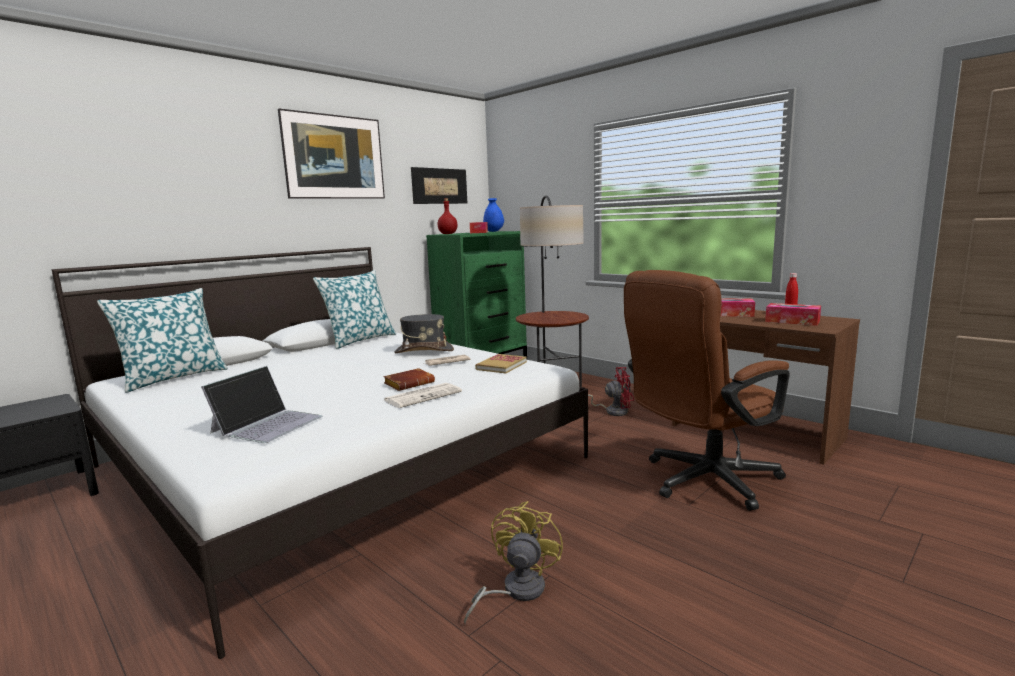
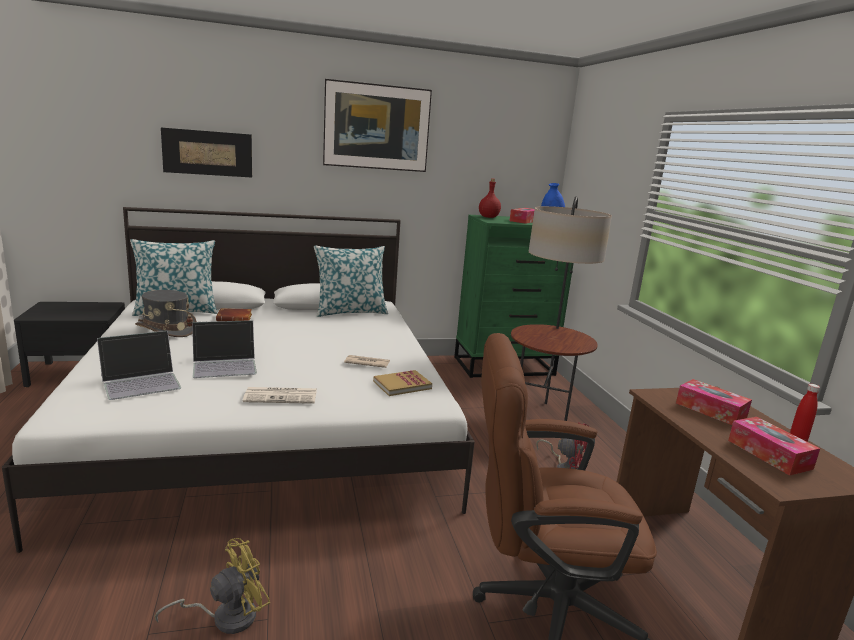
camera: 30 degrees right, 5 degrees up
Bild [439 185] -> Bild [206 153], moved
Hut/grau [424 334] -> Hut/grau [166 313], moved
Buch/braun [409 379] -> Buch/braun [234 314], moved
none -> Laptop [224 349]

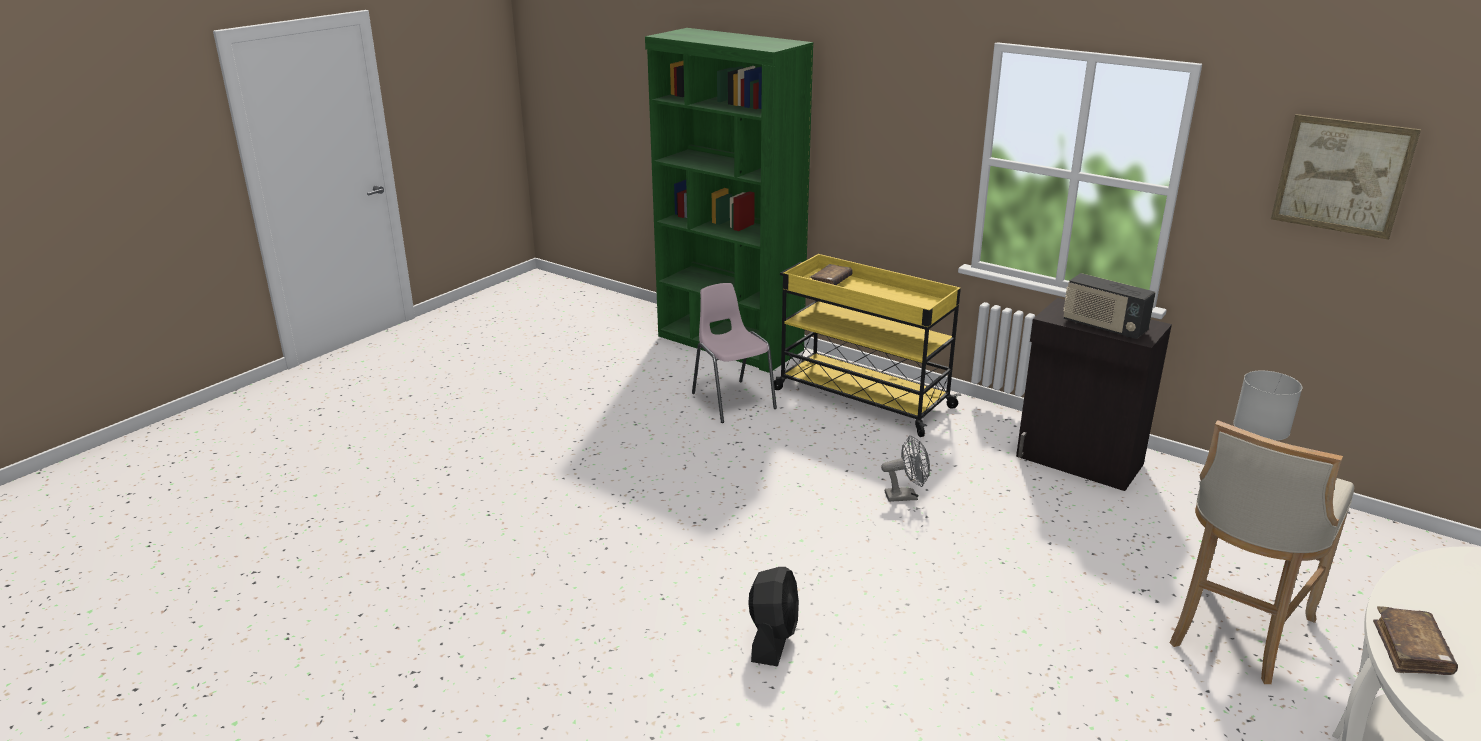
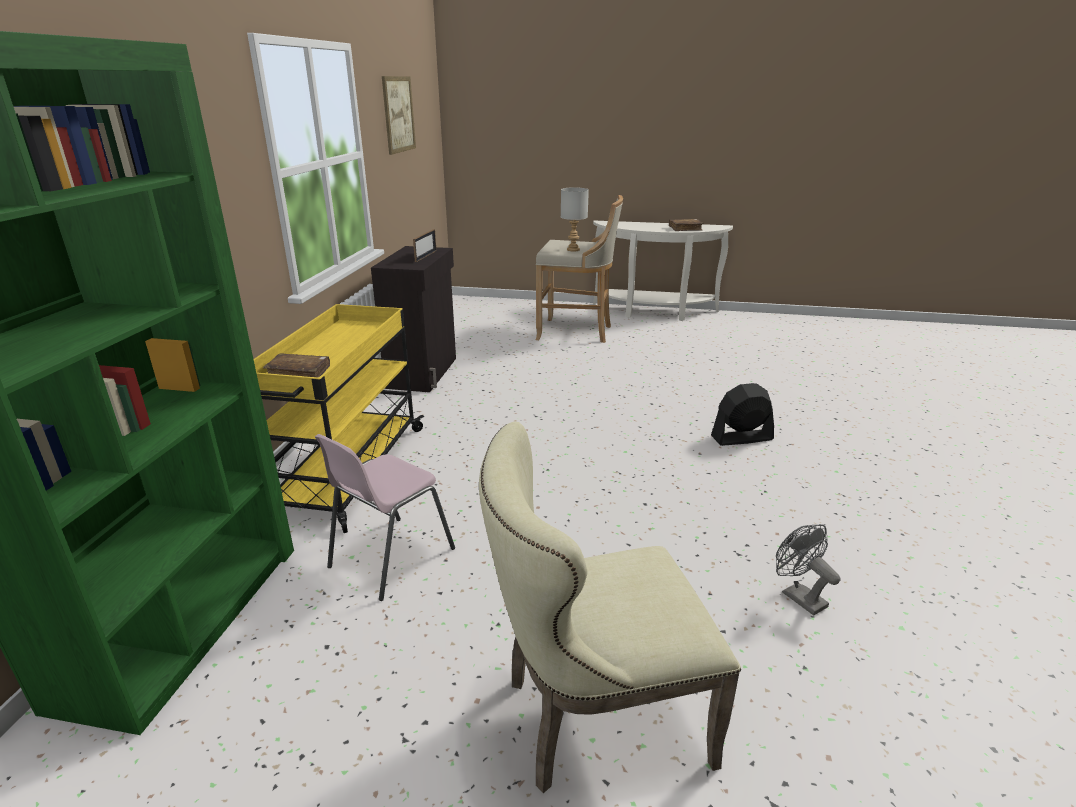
camera: 115 degrees left, 0 degrees up
Radio [1109 306] -> Bilderrahmen [425 245]
Ventilator/grau [905 468] -> Ventilator/grau [808 570], moved
none -> Stuhl/beige [610 607]

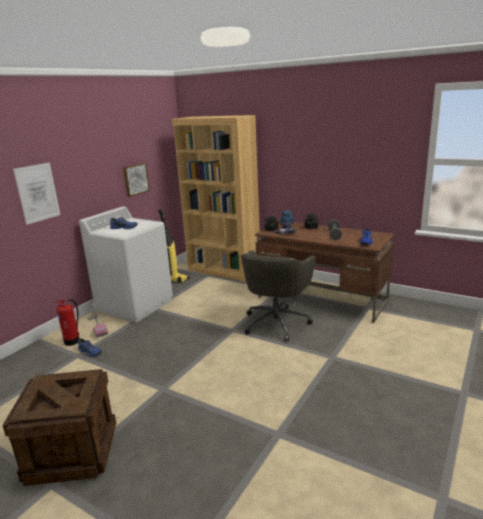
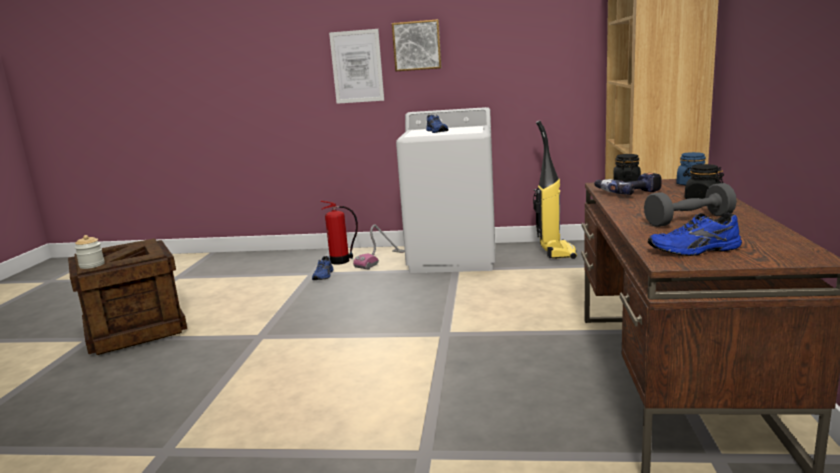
camera: 65 degrees right, 5 degrees down
Bild [136 180] -> Bild [416 45], moved
Bürostuhl/grau [278 295] -> none
none -> Vorratsglas [89 252]

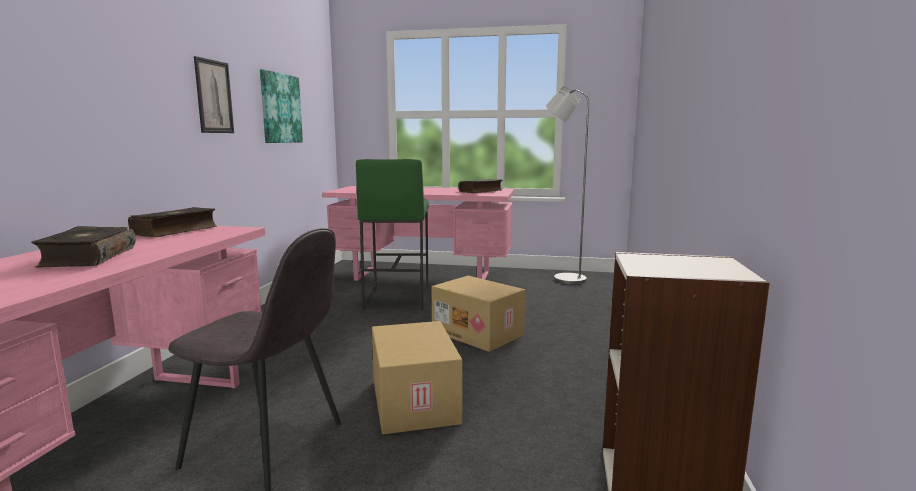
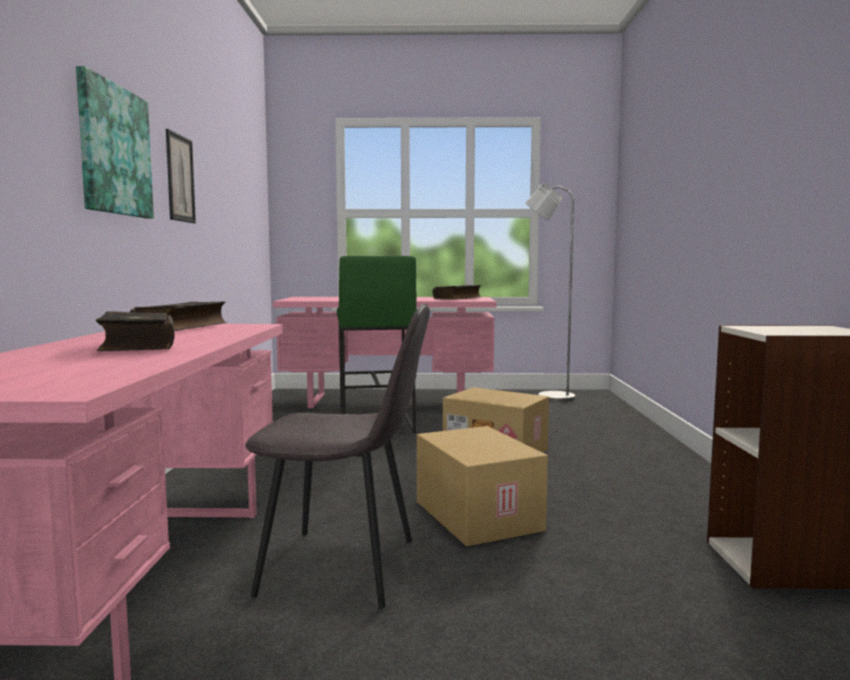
camera: 10 degrees left, 5 degrees down
Bild [281 106] -> Bild [115 142], moved

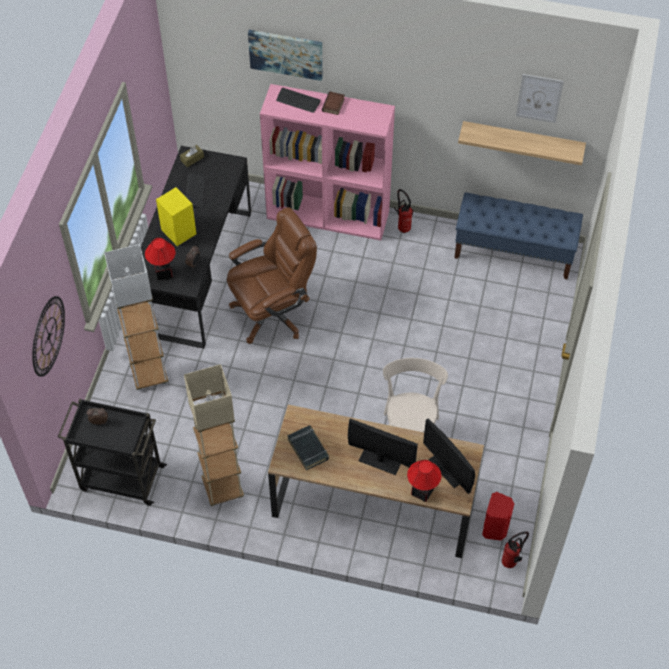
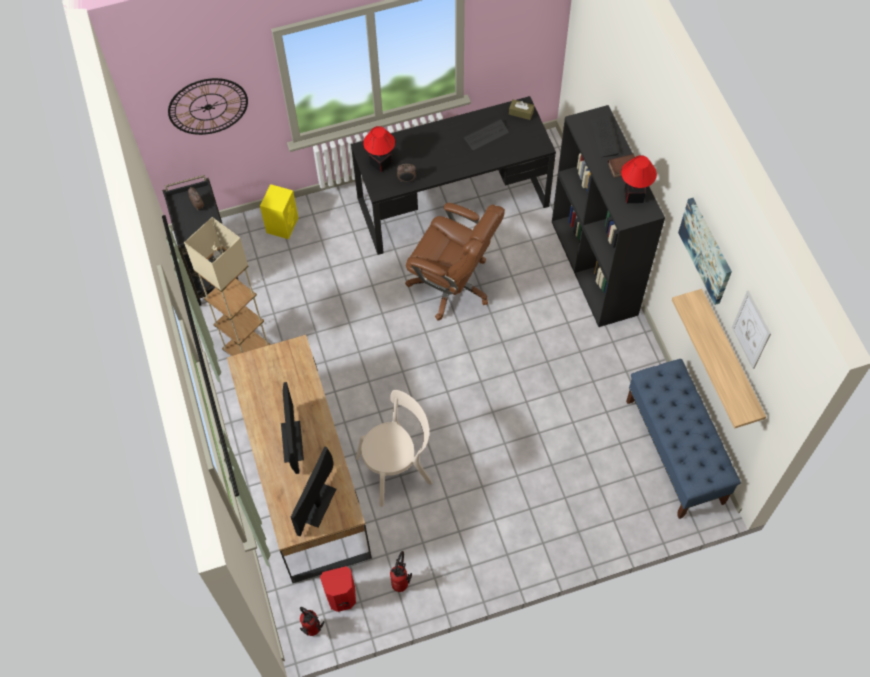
camera: 60 degrees right, 5 degrees up
Bild [285 55] -> Bild [705 251], moved
Bücherregal/rosa [327 162] -> Bücherregal/schwarz [608 216]
Lautsprecher/gelb [176 216] -> Lautsprecher/gelb [279 211], moved
Feuerlöscher [403 211] -> Feuerlöscher [401 571], moved
Stehlampe/weiß [136 317] -> none
Buch/schwarz [308 447] -> none
Tischlampe [424 481] -> Tischlampe [639 179], moved

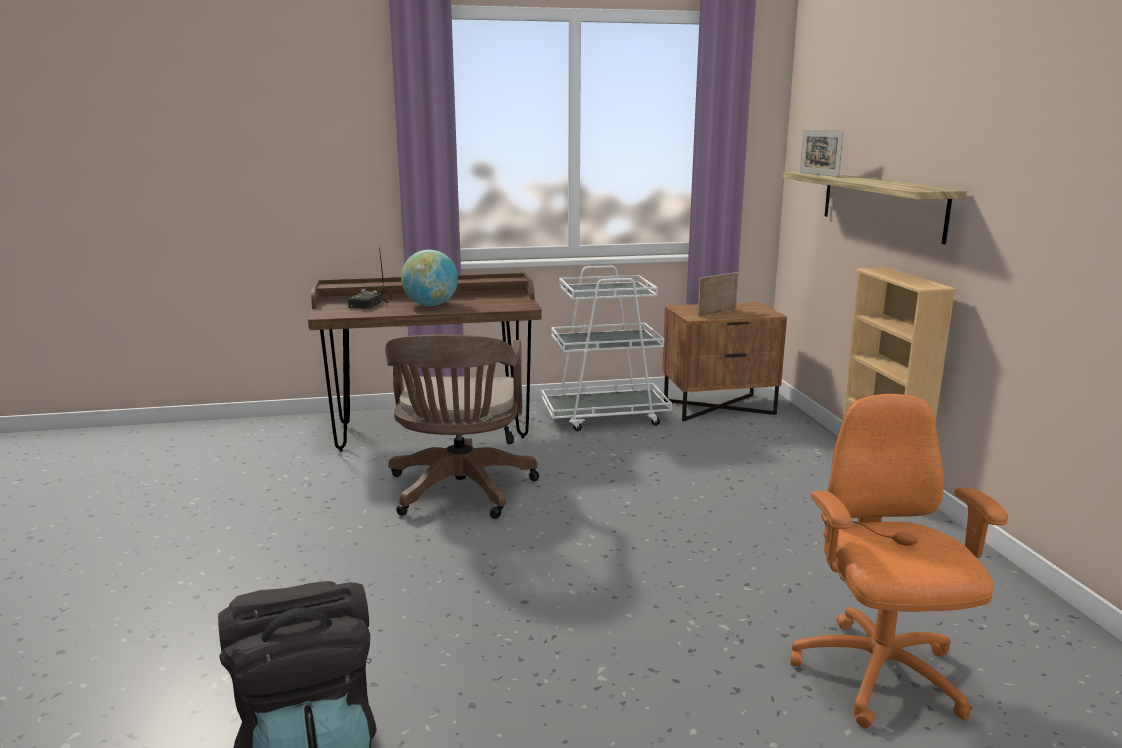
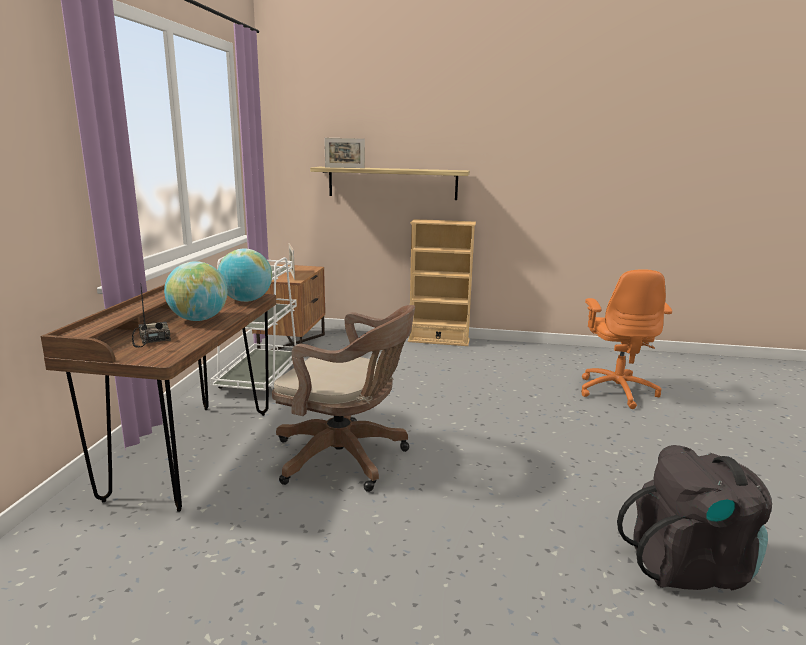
camera: 70 degrees left, 0 degrees up
Radio [368 278] -> Radio [151 315], 150 degrees counterclockwise
Bürostuhl/orange [899 561] -> Bürostuhl/orange [626 339], 105 degrees counterclockwise
none -> Globus [245 275]

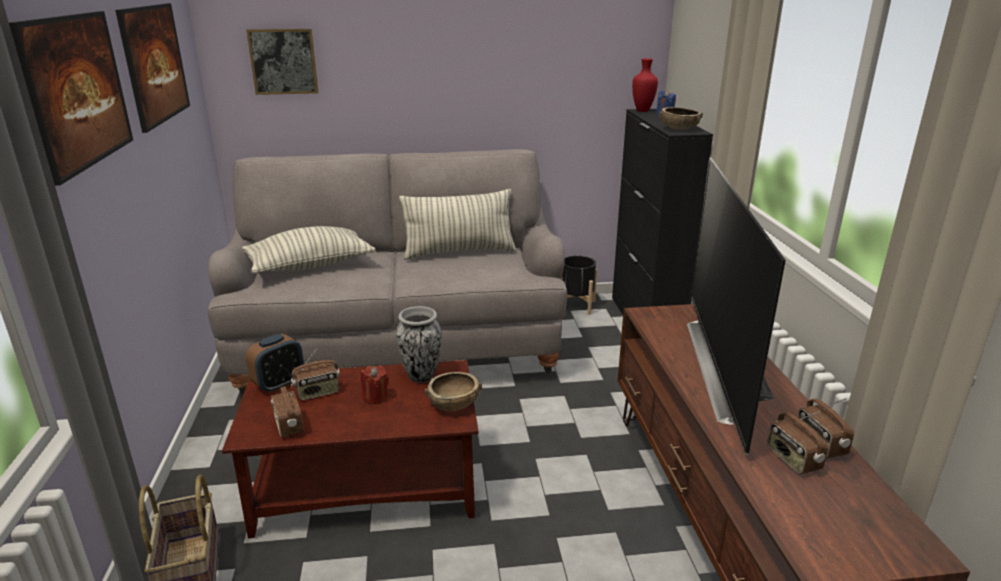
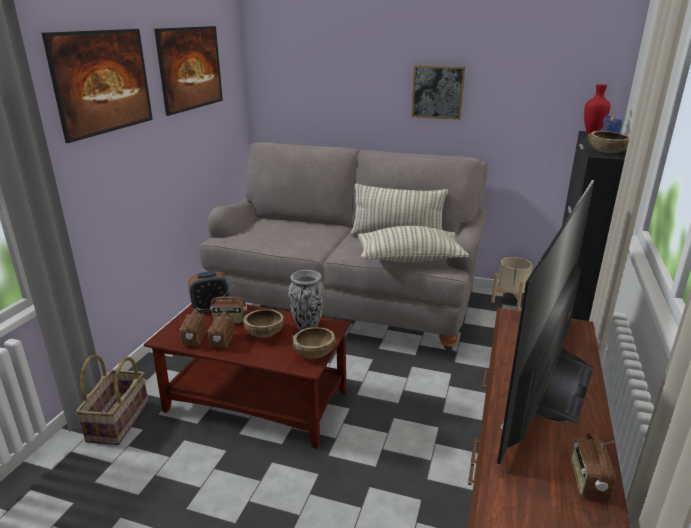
camera: 25 degrees right, 0 degrees up
Bild [282 62] -> Bild [438 92], moved
Kissen [309 250] -> Kissen [413 244], moved
Pflanzkübel/schwarz [579 285] -> Pflanzkübel/beige [511 284]
Kerze/rot [375 384] -> Schüssel/braun [263 323]
Radio [797 443] -> Radio [221 329], moved

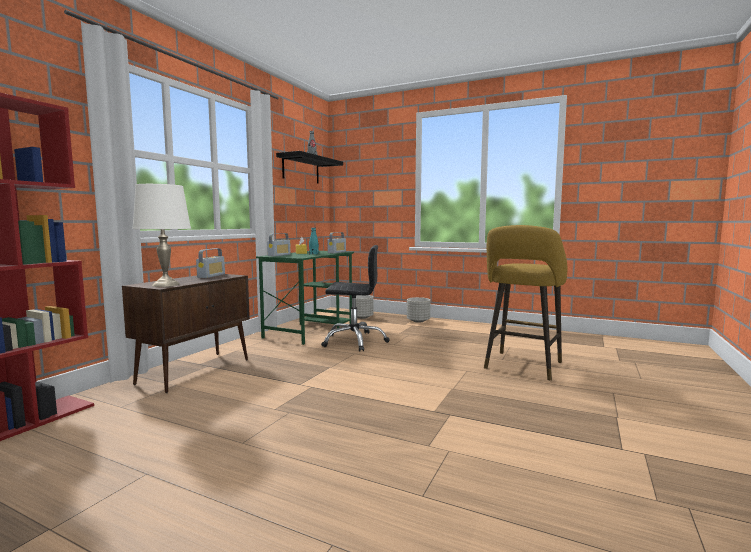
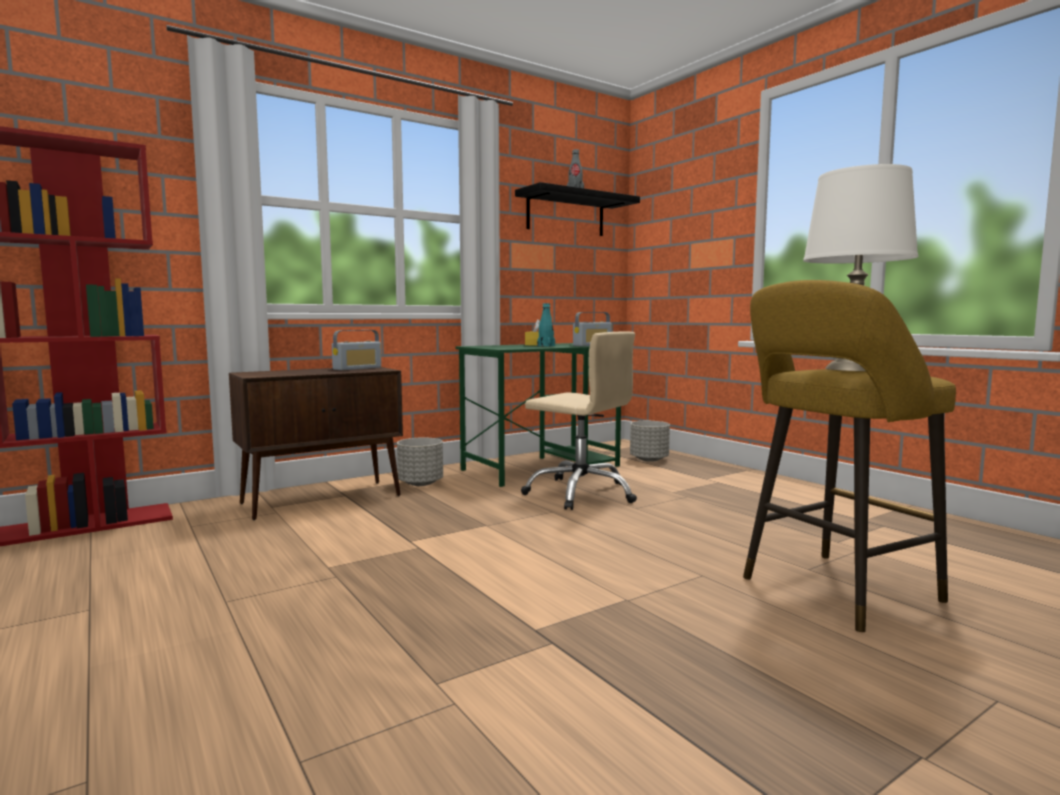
camera: 30 degrees right, 0 degrees up
Tischlampe/weiß [161 235] -> Tischlampe/weiß [860 267], moved
Radio [279 244] -> none
Bürostuhl/schwarz [355 298] -> Bürostuhl/beige [579 421]
Pflanzkübel/grau [419 310] -> Pflanzkübel/grau [420 461], moved

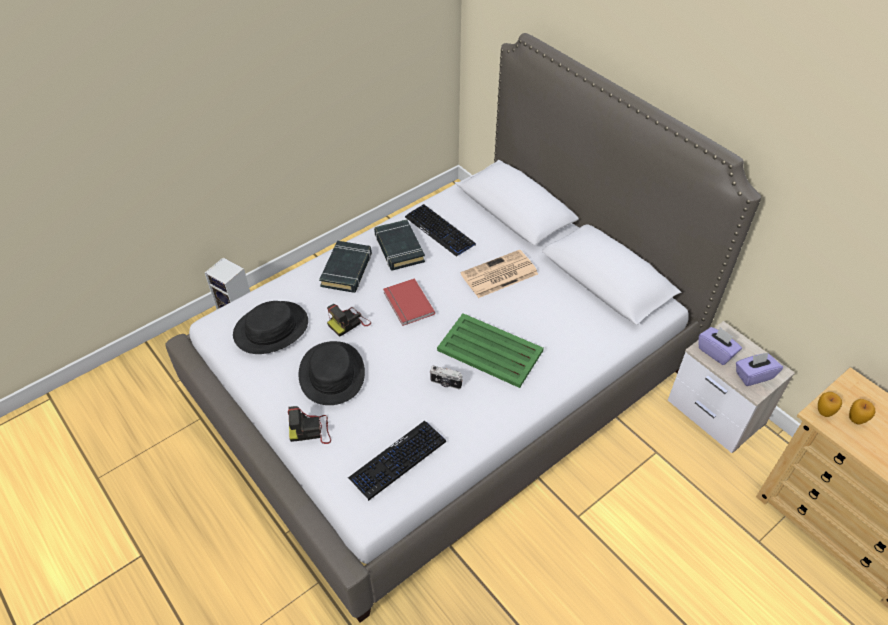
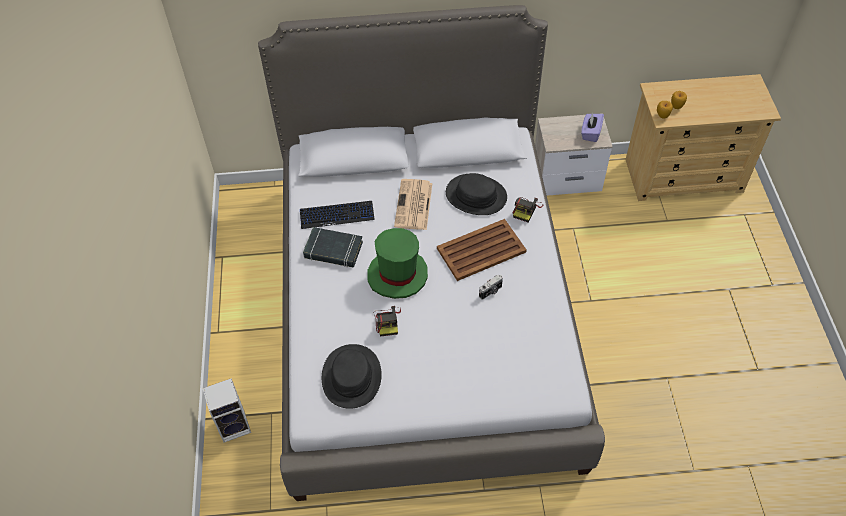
camera: 55 degrees left, 5 degrees up
Buch/schwarz [345 267] -> none
Buch/rot [409 302] -> Hut/grün [397 263]
Tablett/grün [490 350] -> Tablett/braun [482 250]
Taschentuchbox/lila [720 346] -> none
Hut/schwarz [332 373] -> Hut/schwarz [476 194], moved
Kamera [309 425] -> Kamera [528 209], moved
Tastatur [397 461] -> none

